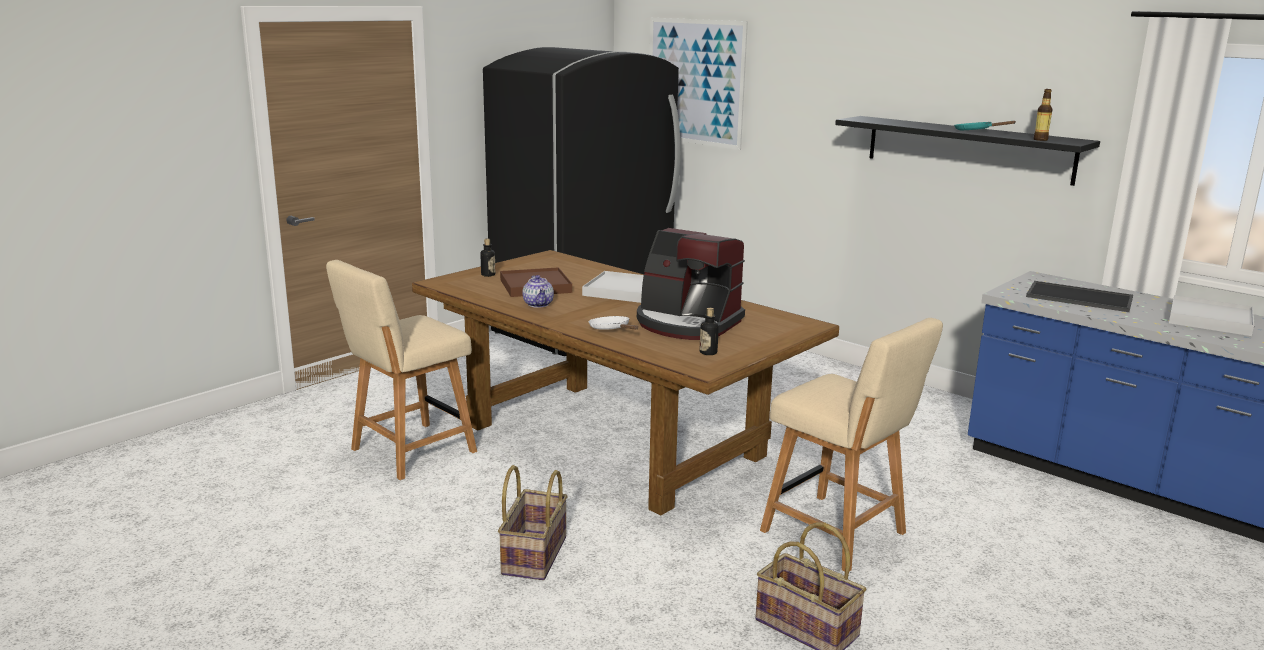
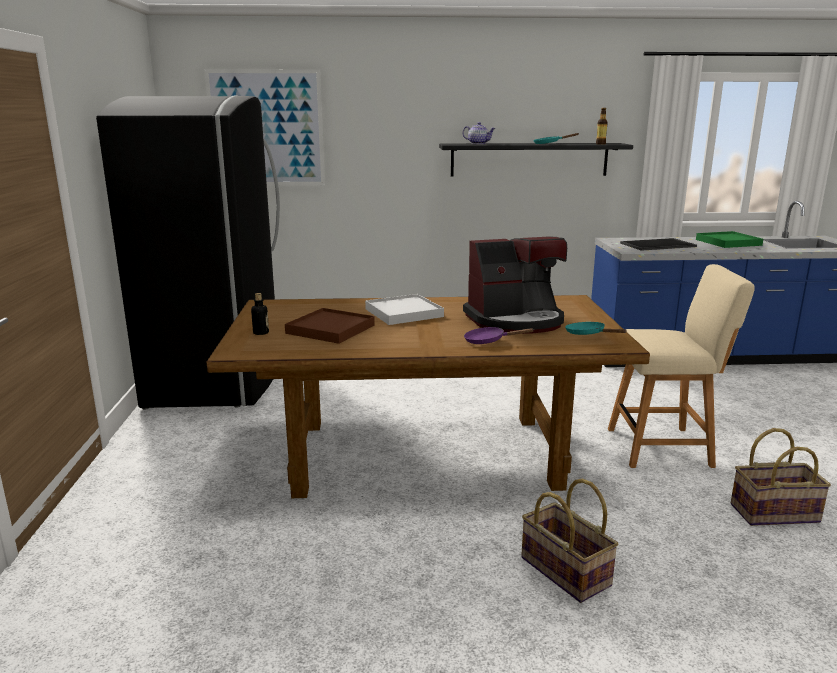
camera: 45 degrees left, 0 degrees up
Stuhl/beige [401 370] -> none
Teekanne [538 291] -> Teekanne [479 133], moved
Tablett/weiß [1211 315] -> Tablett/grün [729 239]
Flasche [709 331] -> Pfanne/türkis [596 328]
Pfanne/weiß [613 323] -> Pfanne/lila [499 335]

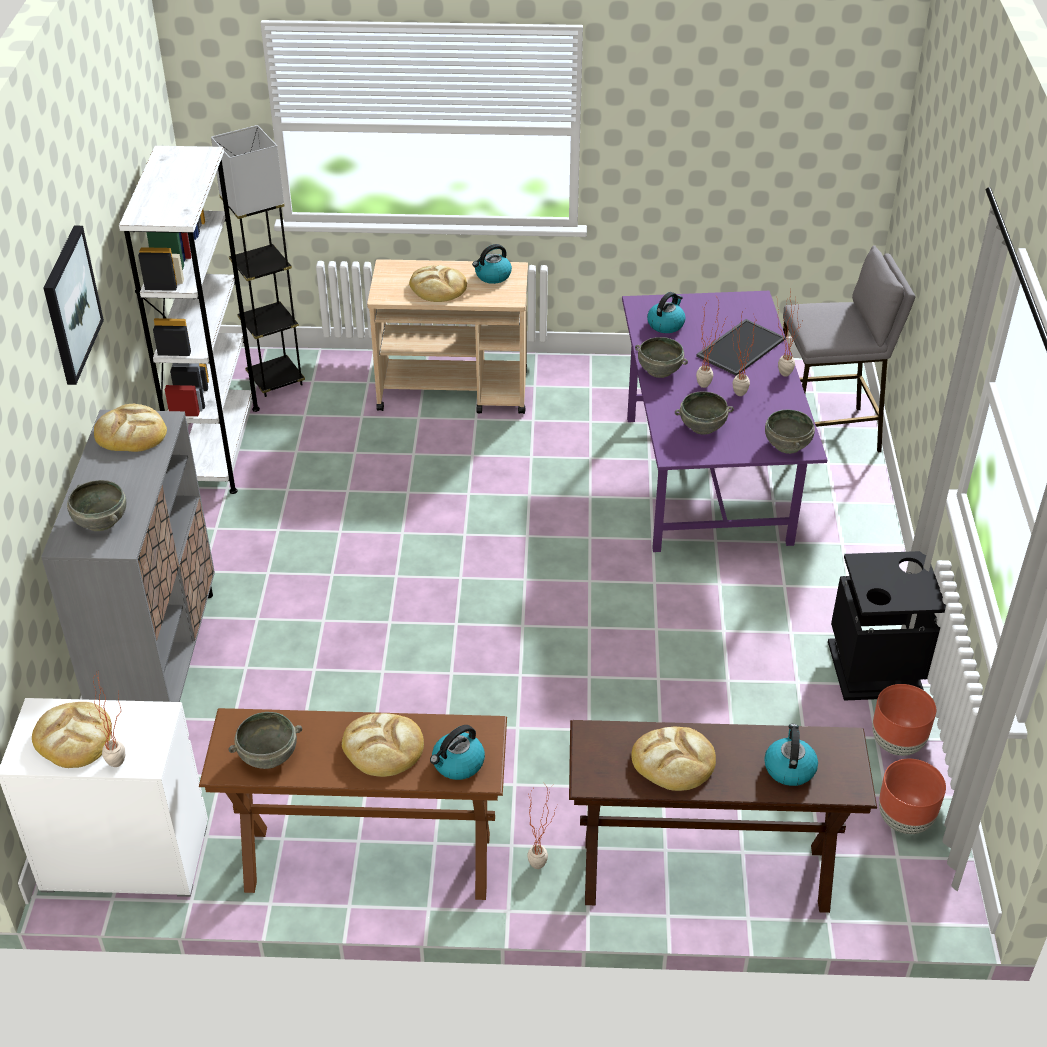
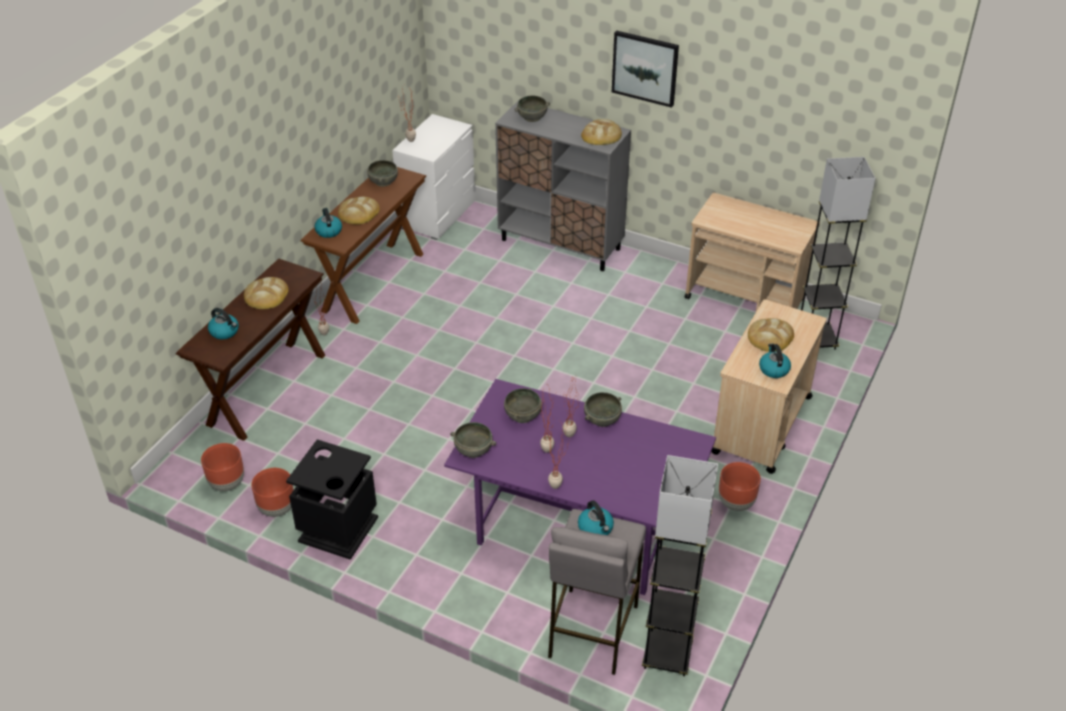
camera: 115 degrees right, 0 degrees up
Bücherregal/weiß [189 320] -> Rollwagen/beige [752 252]
Wasserkessel [666 312] -> Wasserkessel [596 517], moved
Tablett [741 347] -> none
Brot [72 735] -> none
none -> Stehlampe/grau [680 565]
none -> Pflanzkübel/braun [740 486]

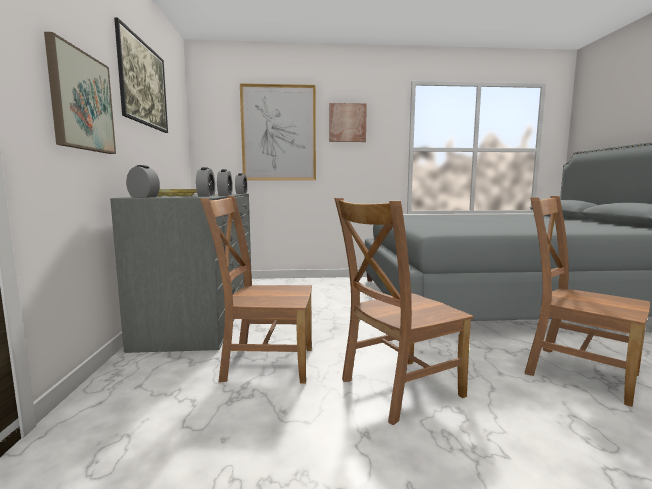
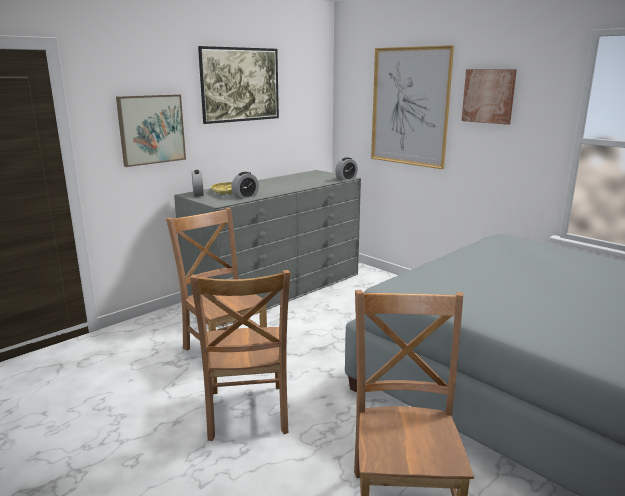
camera: 50 degrees right, 10 degrees up
Wecker [225 182] -> none
Stuhl/braun [403 311] -> Stuhl/braun [240 355], 120 degrees counterclockwise

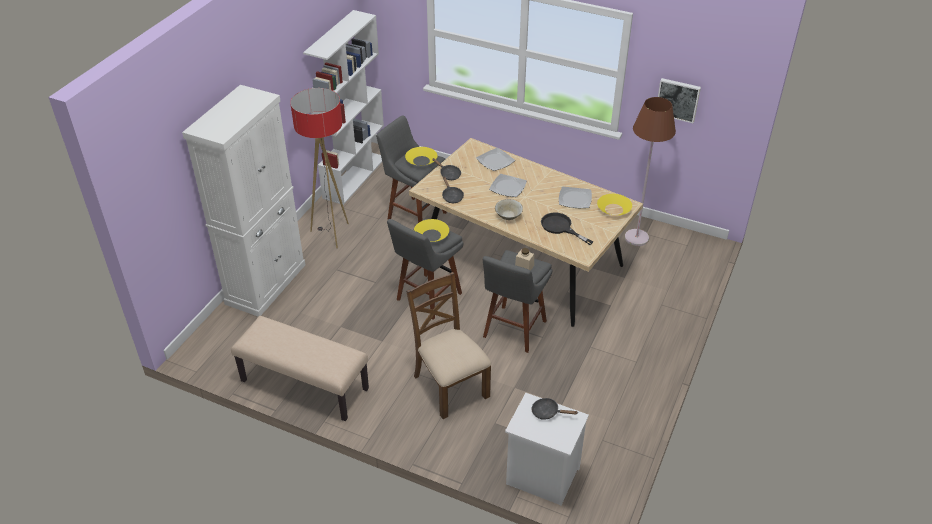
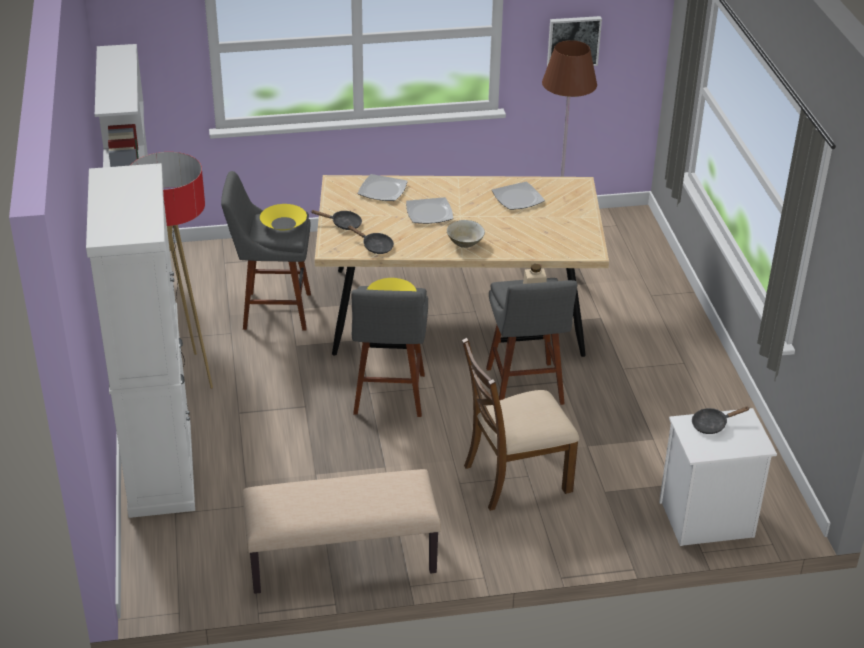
camera: 35 degrees left, 5 degrees down
Schüssel/gelb [614 204] -> none
Pfanne/schwarz [567 229] -> none
Stuhl/braun [448 345] -> Stuhl/braun [520 424], 45 degrees counterclockwise

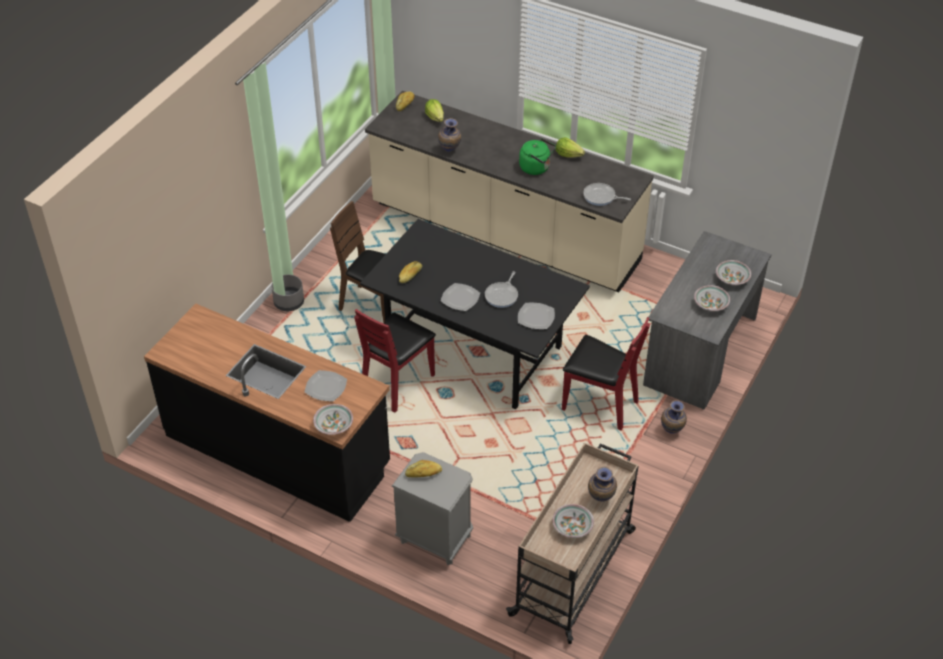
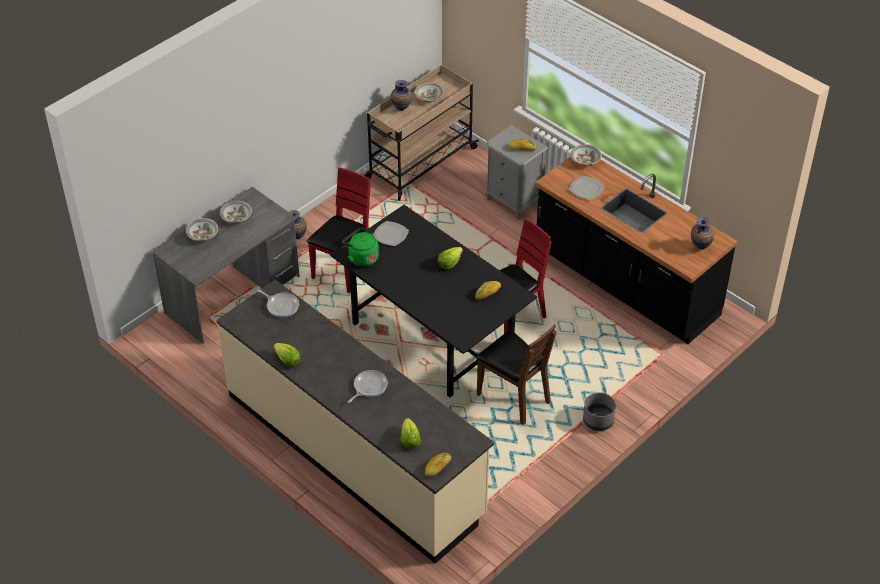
camera: 165 degrees left, 0 degrees up
Vase [449 135] -> Vase [702 233], moved
Wasserkessel/grün [537 156] -> Wasserkessel/grün [360 247], moved
Pfanne [501 289] -> Pfanne [367 386], moved
Teller [460 297] -> Salatkopf [450 258]
Stuhl/rot [606 373] -> Stuhl/rot [339 230], 75 degrees clockwise

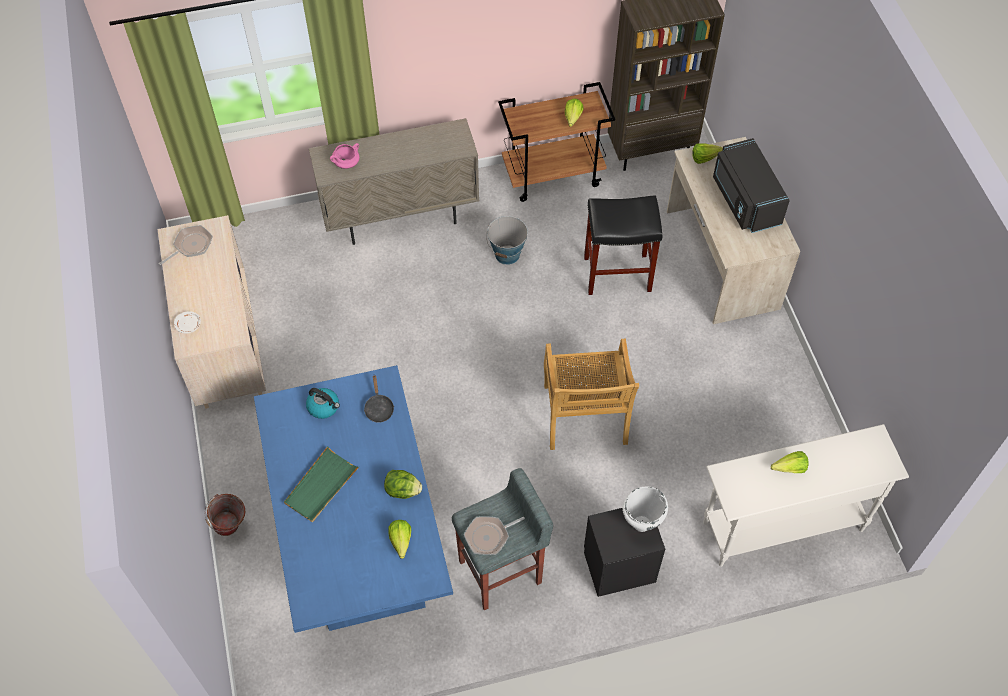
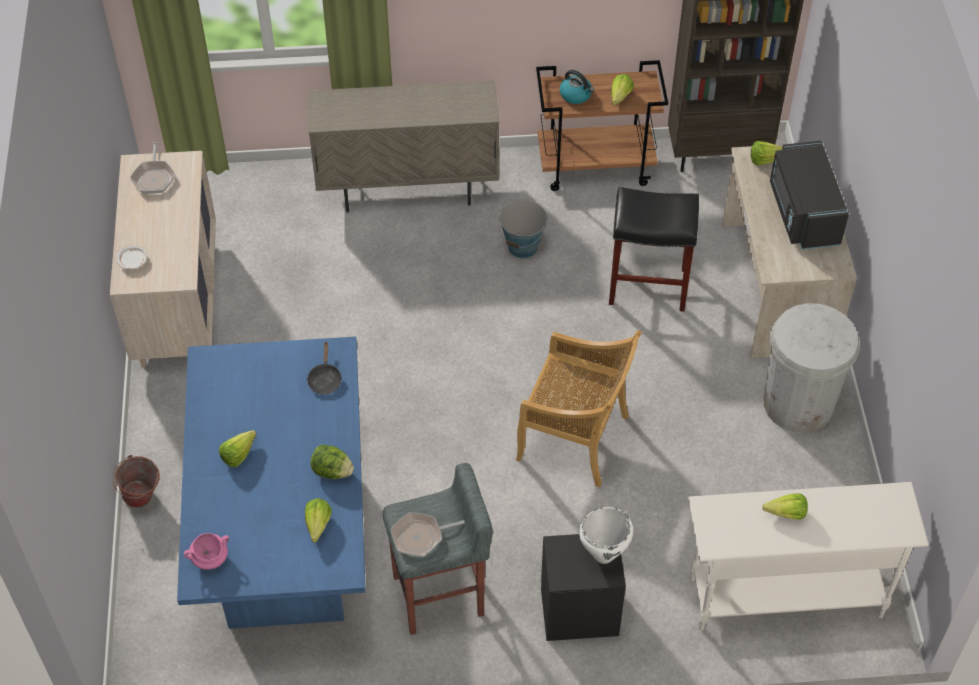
camera: 10 degrees right, 5 degrees down
Kochtopf/rosa [344 156] -> Kochtopf/rosa [206 551], moved
Pfanne [186 245] -> Pfanne [152 168], 120 degrees clockwise
Stuhl/beige [591 394] -> Stuhl/beige [579 408], 75 degrees counterclockwise
Wasserkessel [323 403] -> Wasserkessel [577 87], moved
Tablett/grün [321 484] -> Salatkopf [237 448]
none -> Mülleimer/weiß [811 368]

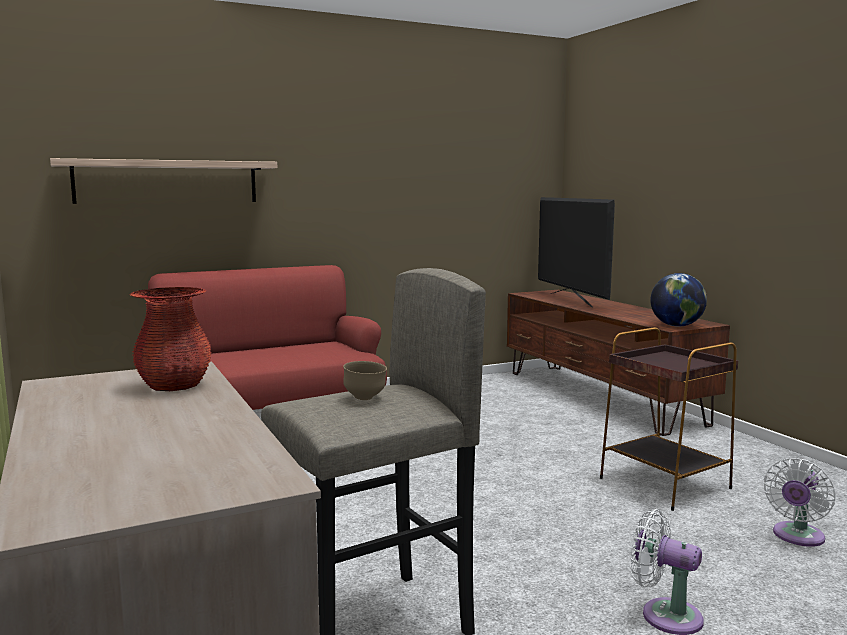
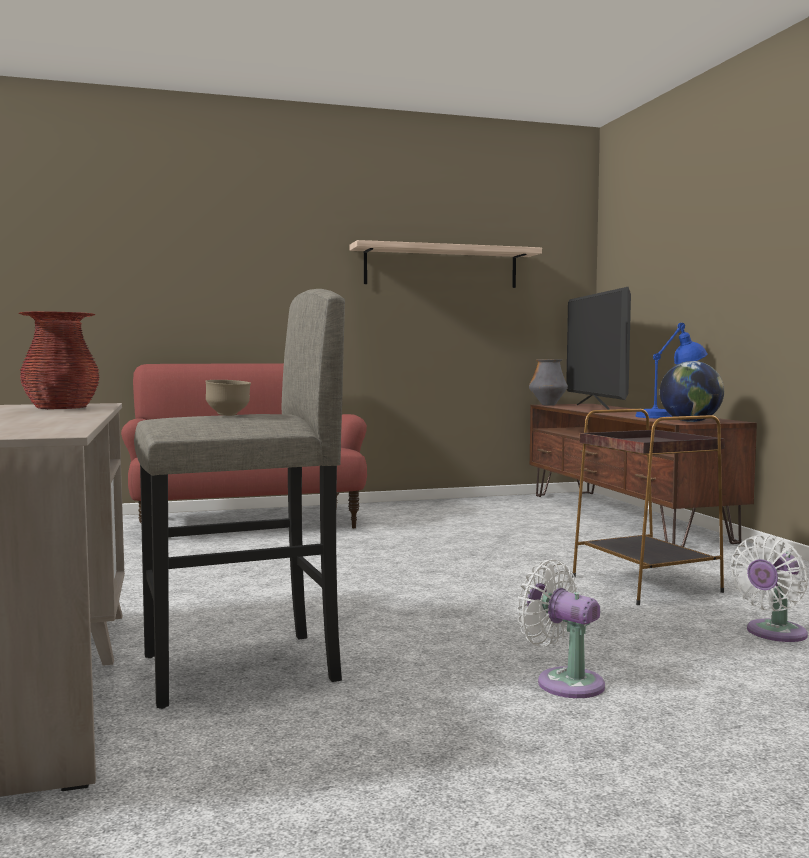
camera: 10 degrees right, 5 degrees down
Wandregal [163 181] -> Wandregal [446 264], moved
none -> Tischlampe/blau [672 370]
none -> Vase [548 382]

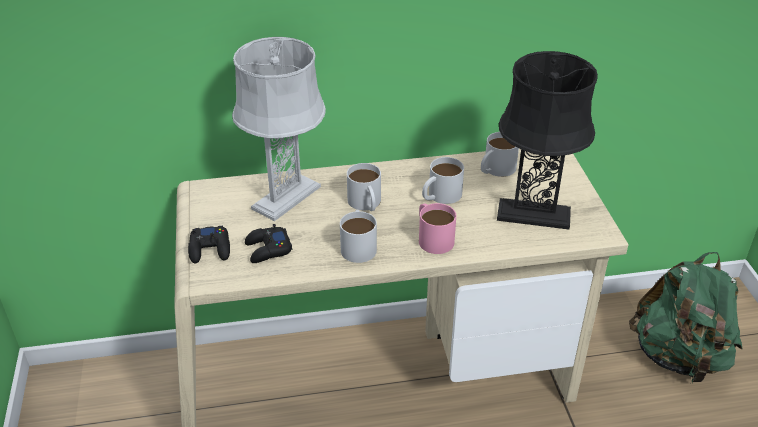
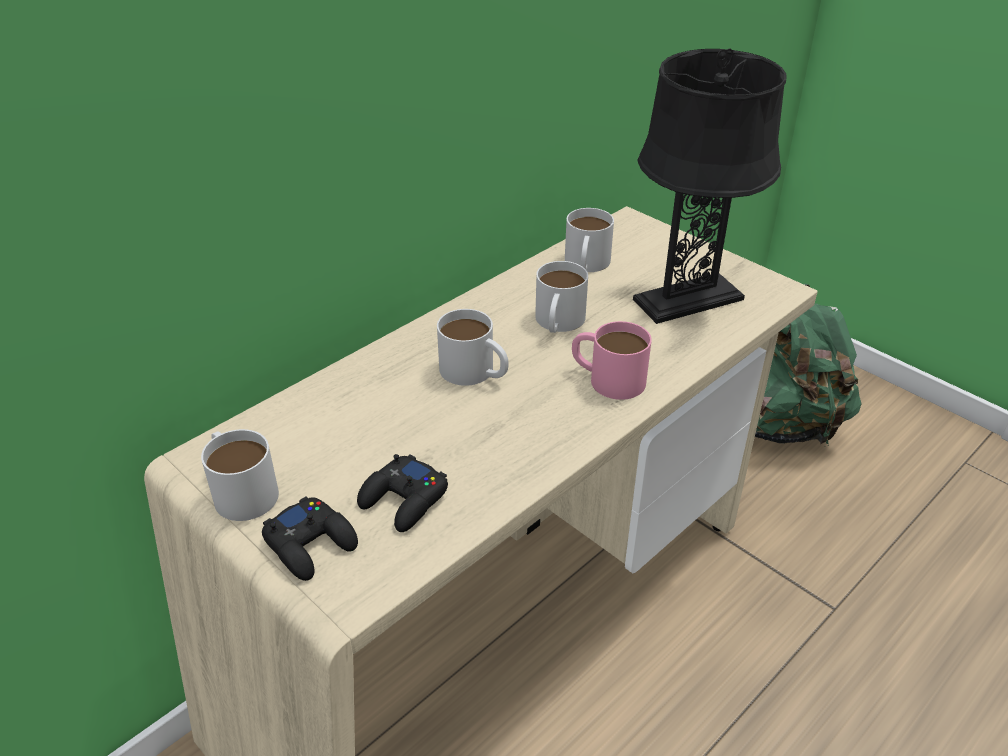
camera: 35 degrees left, 0 degrees up
Tischlampe/grau [279 129] -> none
Henkelbecher/weiß [358 236] -> Henkelbecher/weiß [240 475], moved

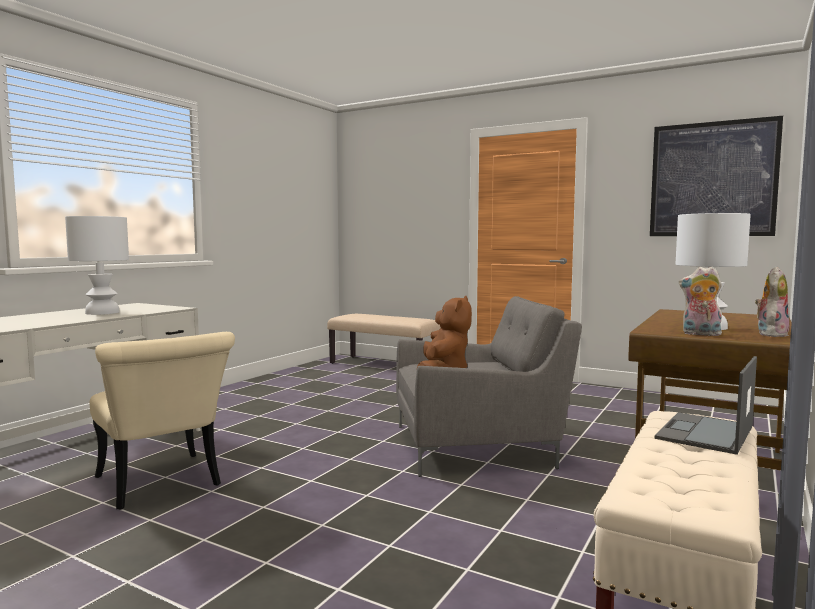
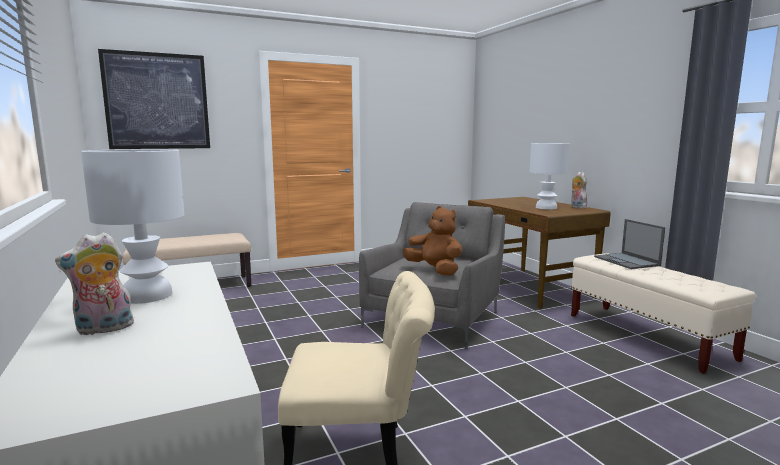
camera: 55 degrees left, 5 degrees up
Bild [716 176] -> Bild [154 99], moved
Plüschtier [700 301] -> Plüschtier [95 284], moved

